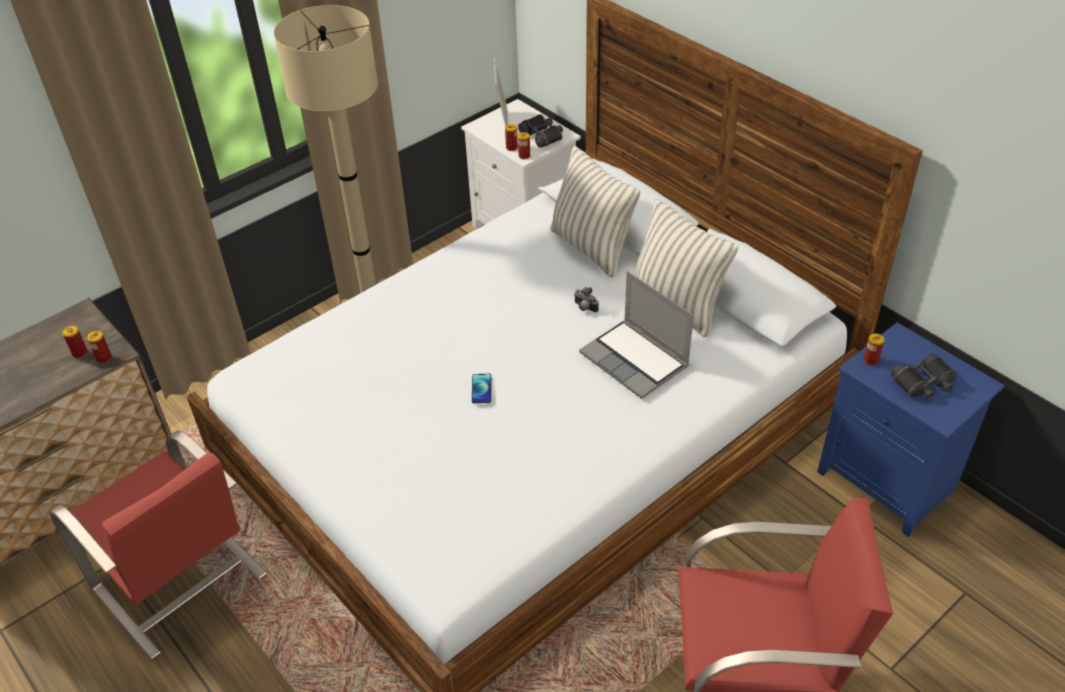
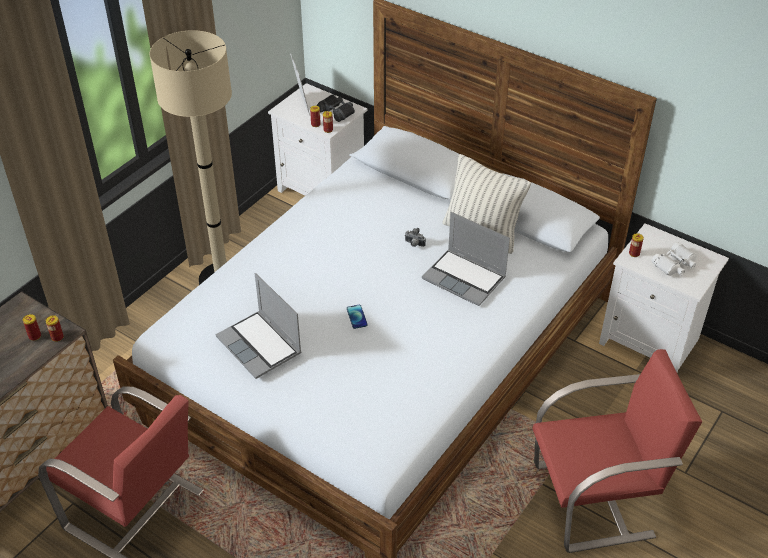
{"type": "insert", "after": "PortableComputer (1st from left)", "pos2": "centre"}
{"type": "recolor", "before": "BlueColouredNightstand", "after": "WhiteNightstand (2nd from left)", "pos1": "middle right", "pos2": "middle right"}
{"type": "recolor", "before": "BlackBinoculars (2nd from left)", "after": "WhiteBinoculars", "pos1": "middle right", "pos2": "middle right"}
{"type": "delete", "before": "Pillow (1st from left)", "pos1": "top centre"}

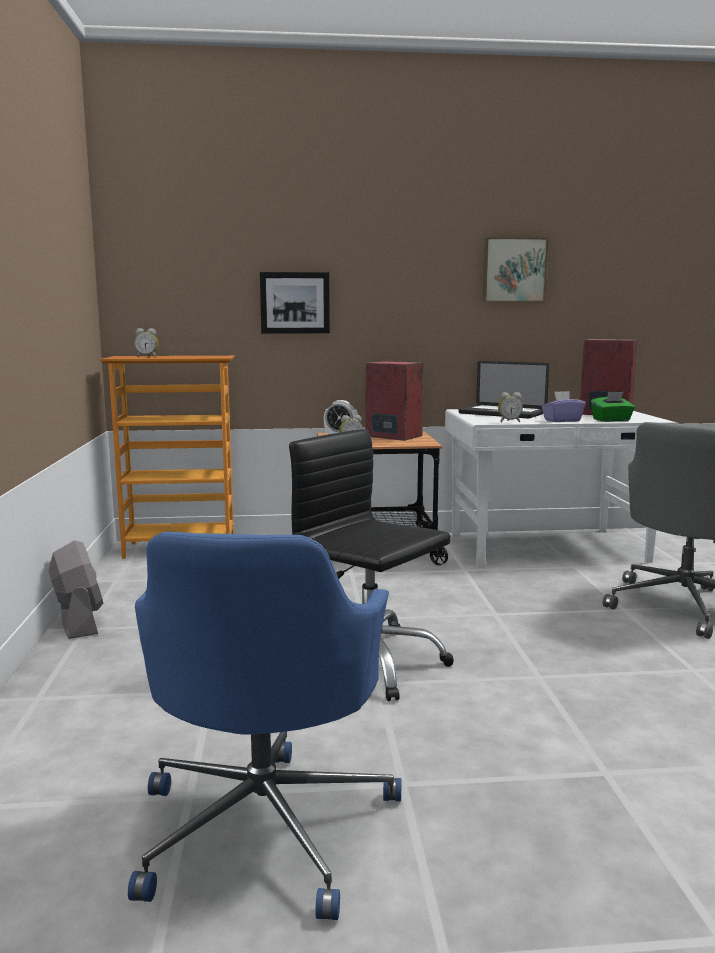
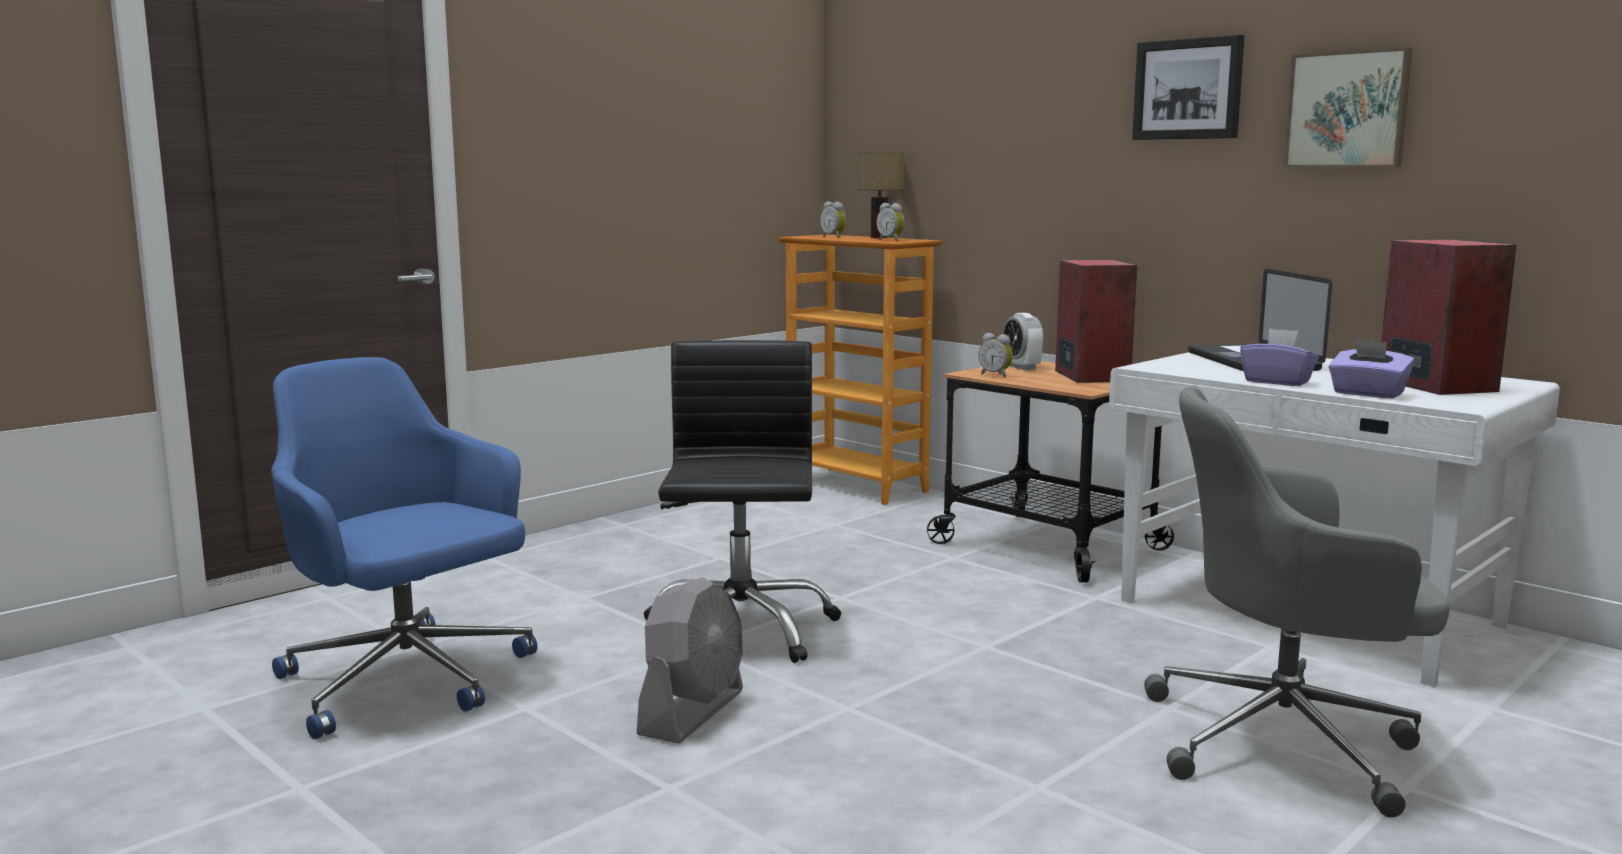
{"type": "rotate", "before": "BlueColouredDeskChair", "pos1": "bottom centre", "pos2": "middle left", "turn": 75}
{"type": "move", "before": "GreyishElectricFan", "pos1": "middle left", "pos2": "bottom centre"}
{"type": "insert", "after": "TableLamp", "pos2": "top centre"}
{"type": "move", "before": "BedsideClock (4th from left in the first image)", "after": "BedsideClock (2nd from left)", "pos1": "middle right", "pos2": "top centre"}
{"type": "move", "before": "WallArt (1st from left)", "pos1": "top centre", "pos2": "top right"}
{"type": "recolor", "before": "GreenTissueBox", "after": "PurplishTissueBox (2nd from left)", "pos1": "middle right", "pos2": "middle right"}

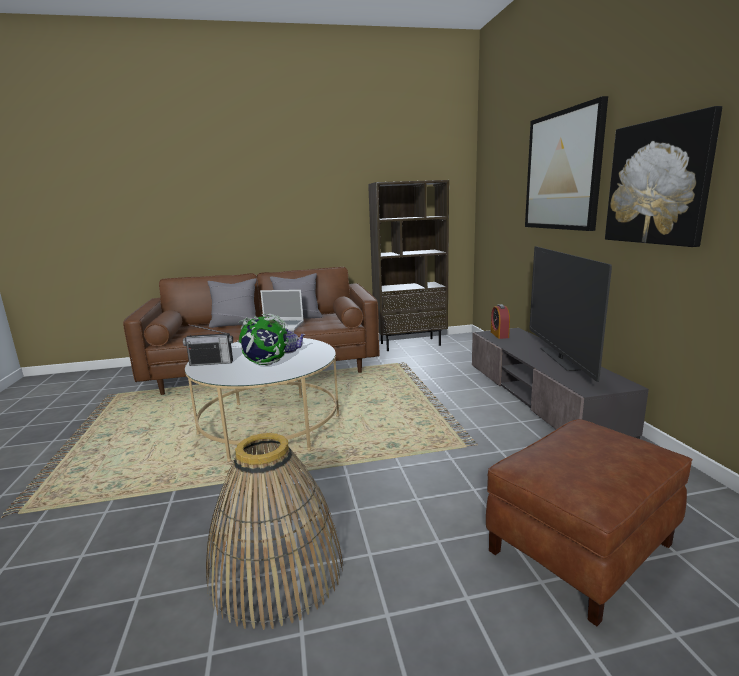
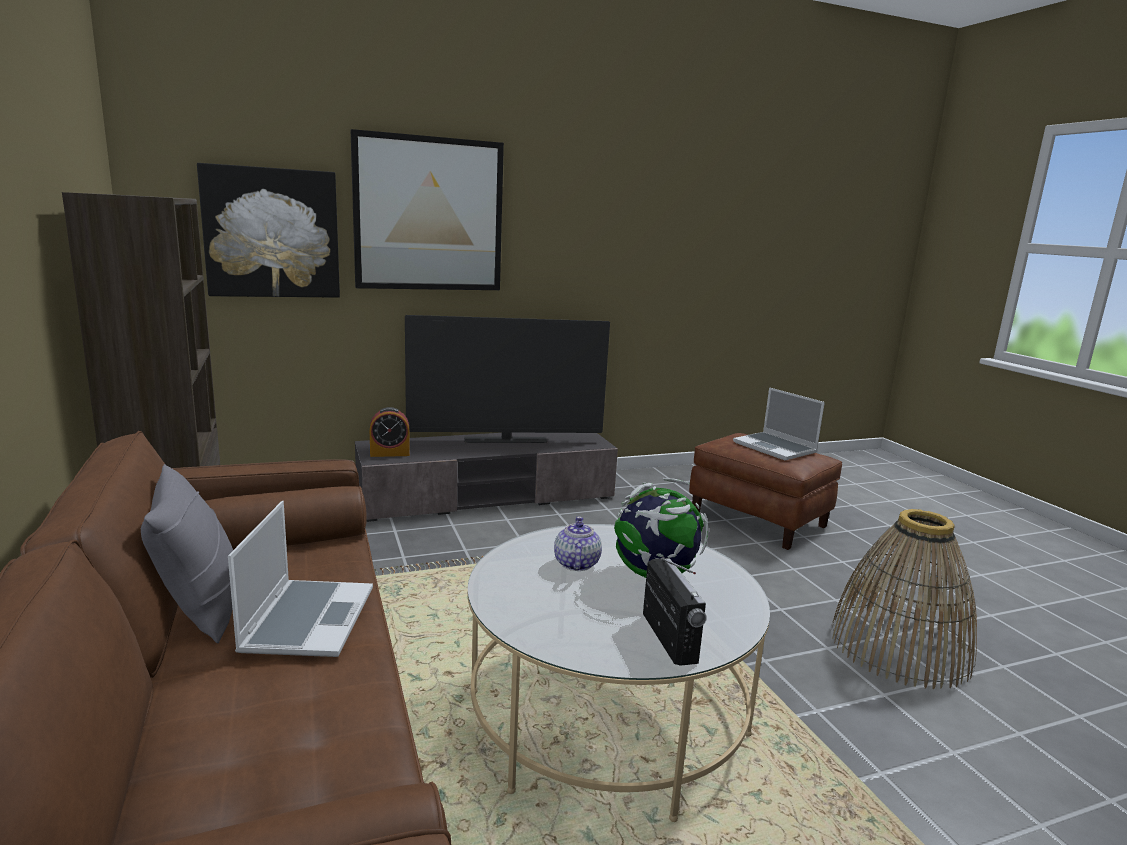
{"type": "move", "before": "WallArt (2nd from left in the first image)", "after": "WallArt (1st from left)", "pos1": "top right", "pos2": "top left"}
{"type": "insert", "after": "PortableComputer (2nd from left)", "pos2": "middle right"}
{"type": "delete", "before": "GreyishPillow (1st from left)", "pos1": "middle left"}

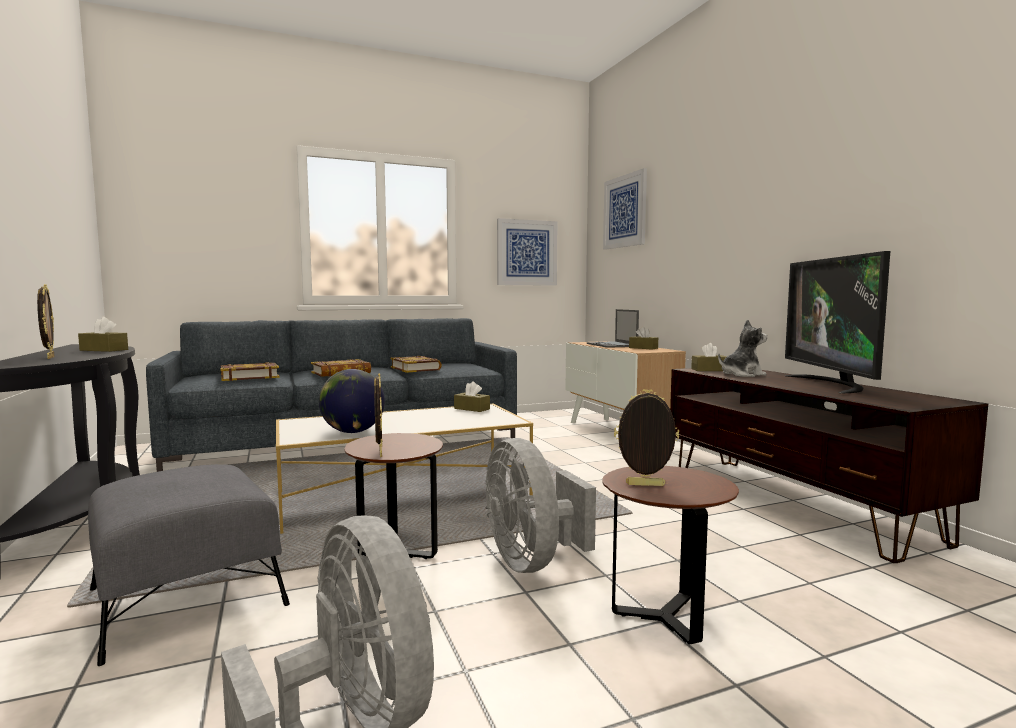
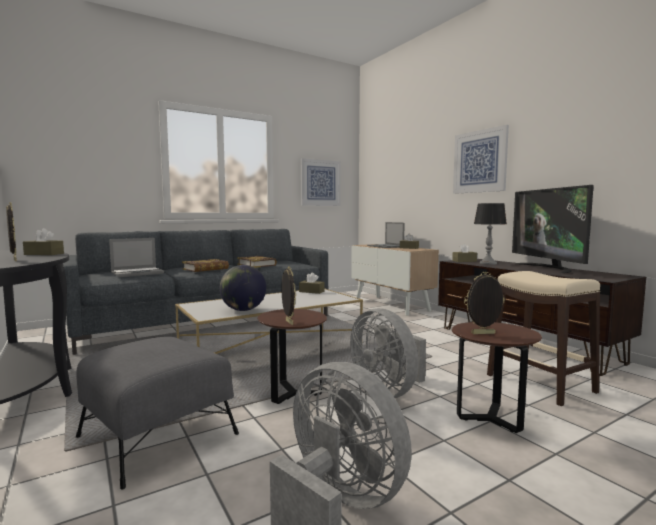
{"type": "replace", "before": "Book (1st from left)", "after": "PortableComputer (1st from left)", "pos1": "middle left", "pos2": "middle left"}
{"type": "move", "before": "WallArt (2nd from left)", "pos1": "top centre", "pos2": "top right"}
{"type": "replace", "before": "CuddlyToy", "after": "TableLamp", "pos1": "middle right", "pos2": "middle right"}
{"type": "insert", "after": "BeigeStoolSeat", "pos2": "middle right"}

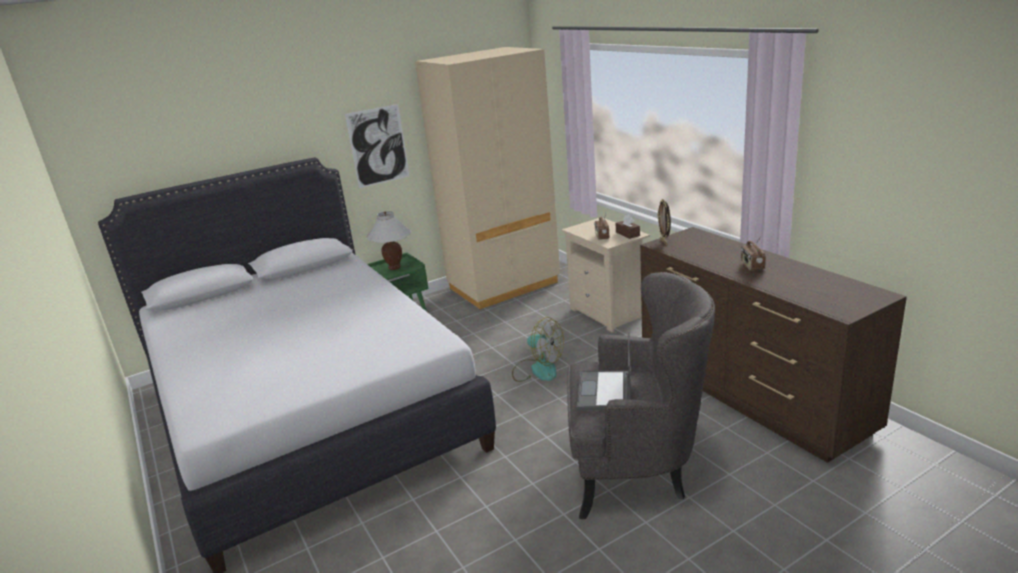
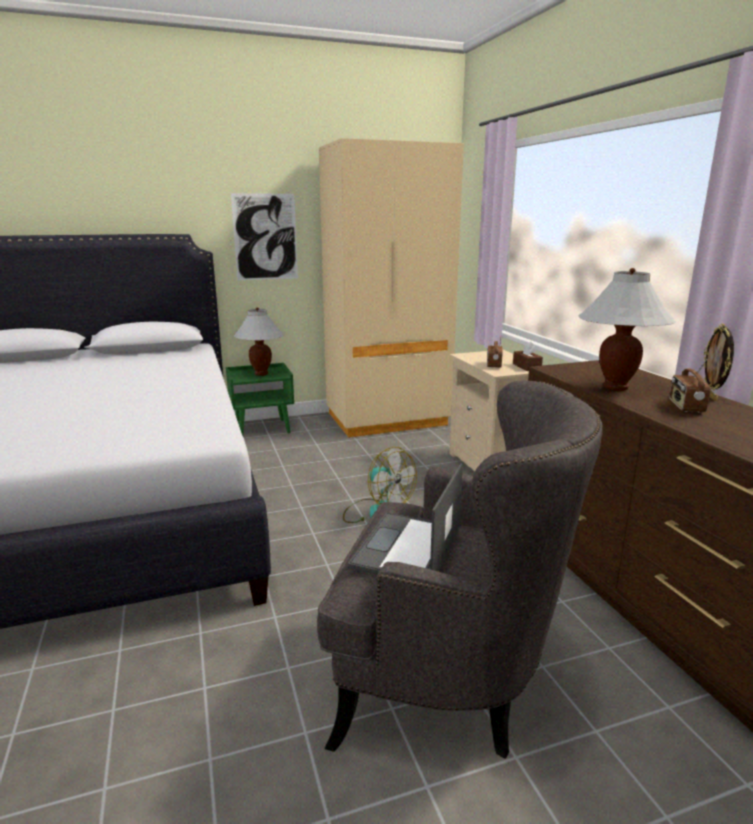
{"type": "insert", "after": "WhiteTableLamp (2nd from left)", "pos2": "middle right"}
{"type": "move", "before": "StandingFrame", "pos1": "centre", "pos2": "middle right"}

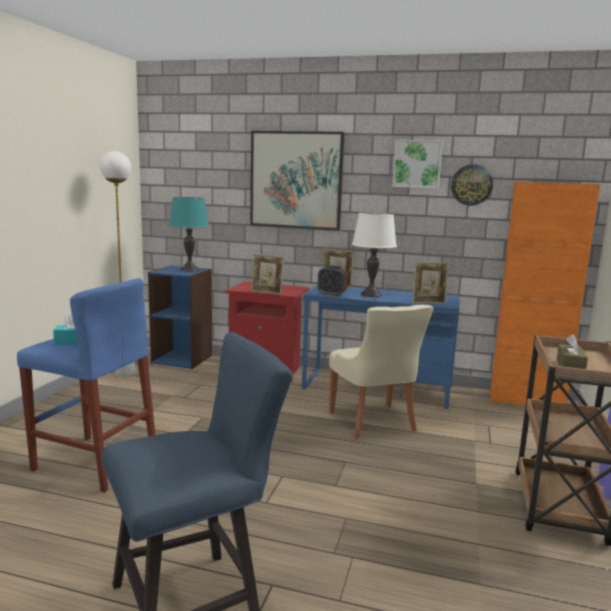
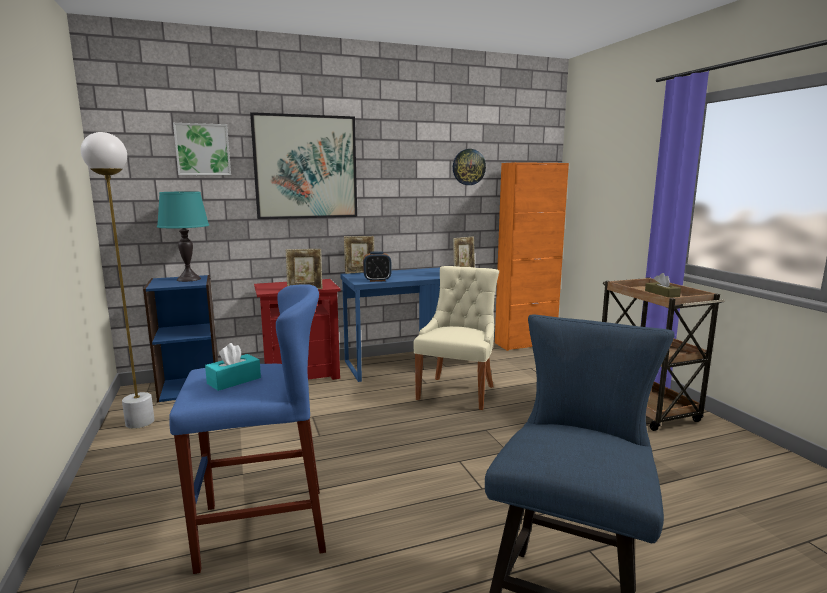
{"type": "move", "before": "WallArt (2nd from left in the first image)", "after": "WallArt (1st from left)", "pos1": "top right", "pos2": "top left"}
{"type": "rotate", "before": "BeigeChair", "pos1": "centre", "pos2": "centre", "turn": -105}
{"type": "delete", "before": "WhiteTableLamp", "pos1": "centre"}

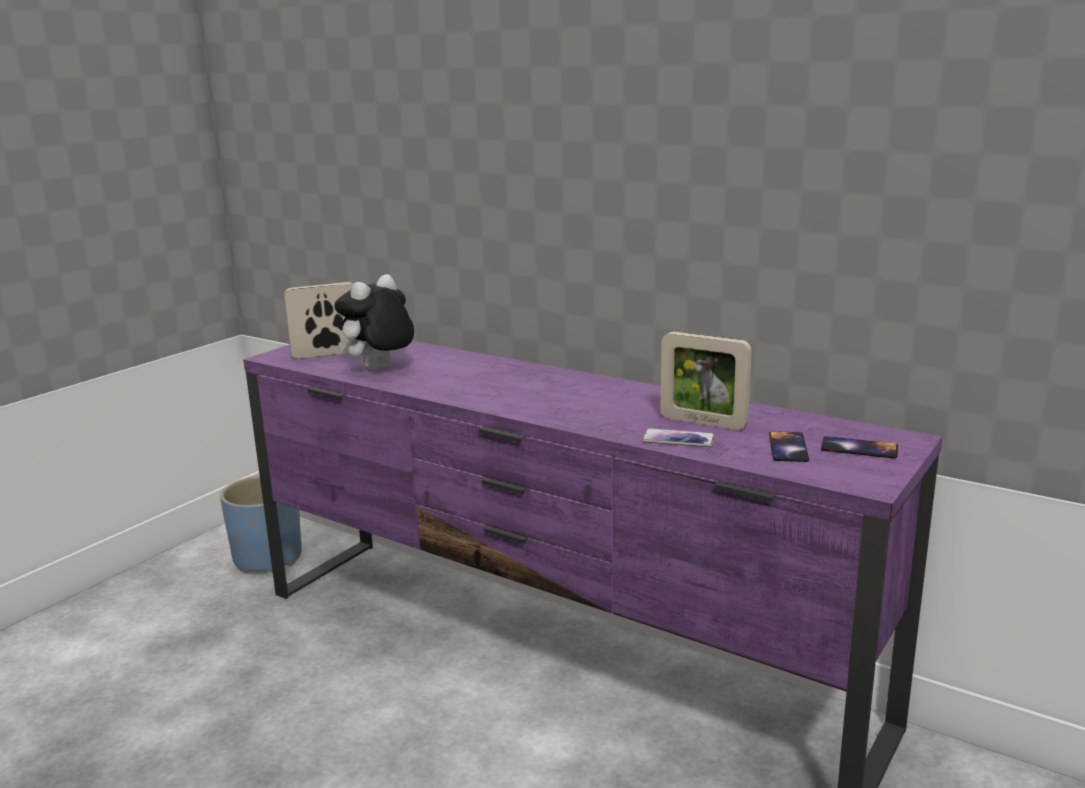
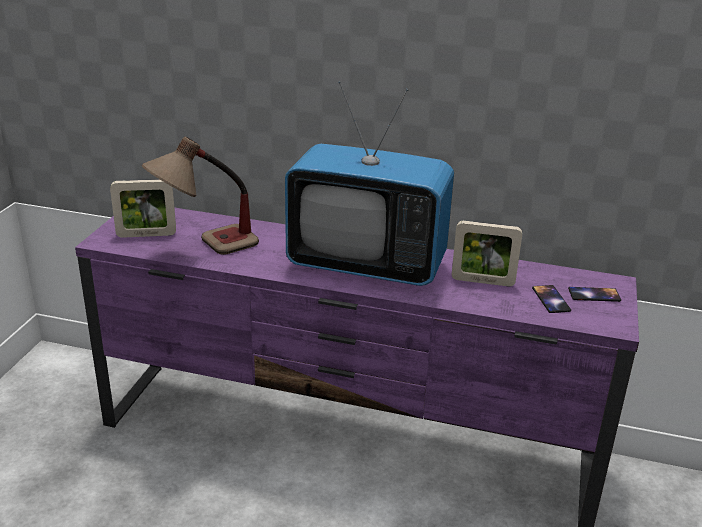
{"type": "rotate", "before": "StandingFrame (1st from left)", "pos1": "middle left", "pos2": "middle left", "turn": -150}
{"type": "replace", "before": "CuddlyToy", "after": "TableLamp", "pos1": "centre", "pos2": "middle left"}
{"type": "insert", "after": "TvSet", "pos2": "centre"}
{"type": "delete", "before": "BlueColouredFlowerPot", "pos1": "middle left"}
{"type": "delete", "before": "Telephone (1st from left)", "pos1": "centre"}

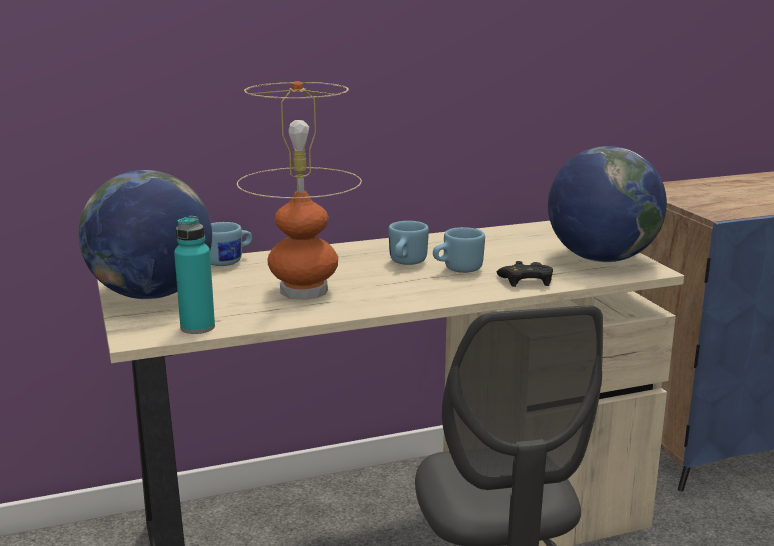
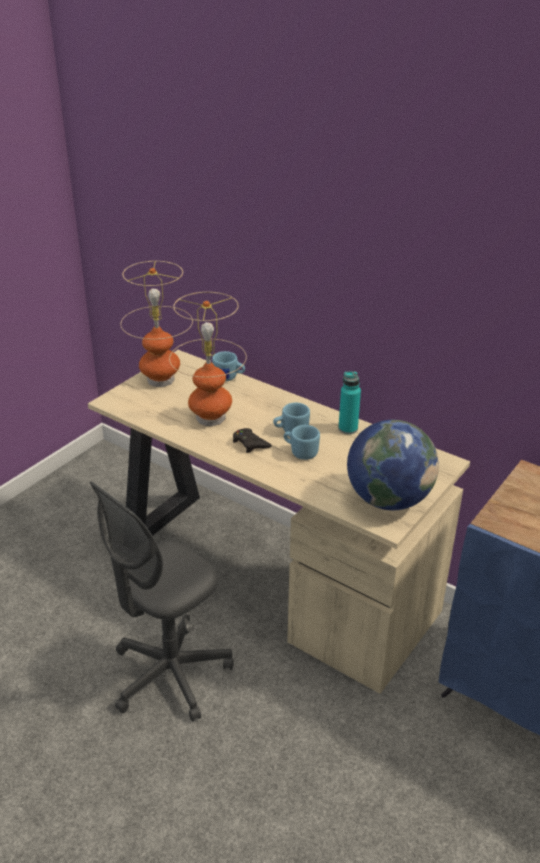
{"type": "replace", "before": "DeskGlobe (1st from left)", "after": "TableLamp (1st from left)", "pos1": "middle left", "pos2": "middle left"}
{"type": "move", "before": "BlackJoypad", "pos1": "middle right", "pos2": "centre"}
{"type": "move", "before": "BlueGreenBeverageBottle", "pos1": "middle left", "pos2": "centre"}

